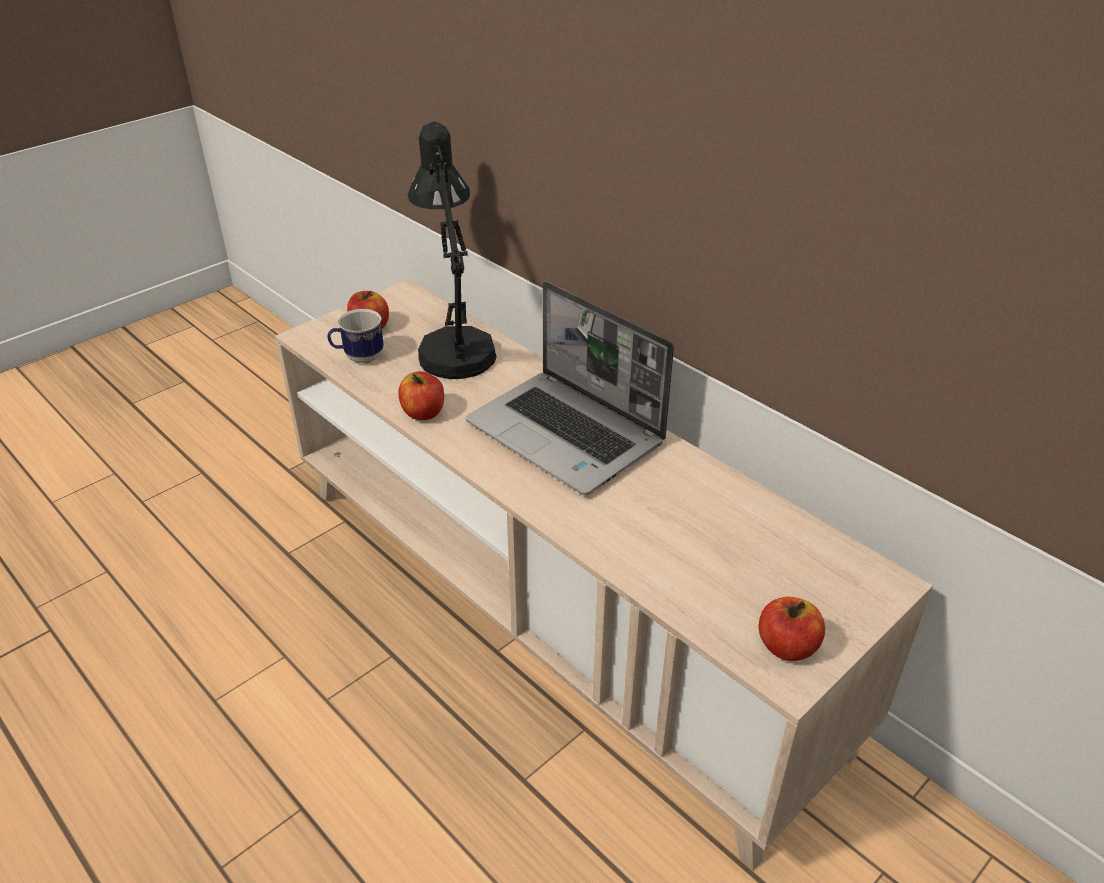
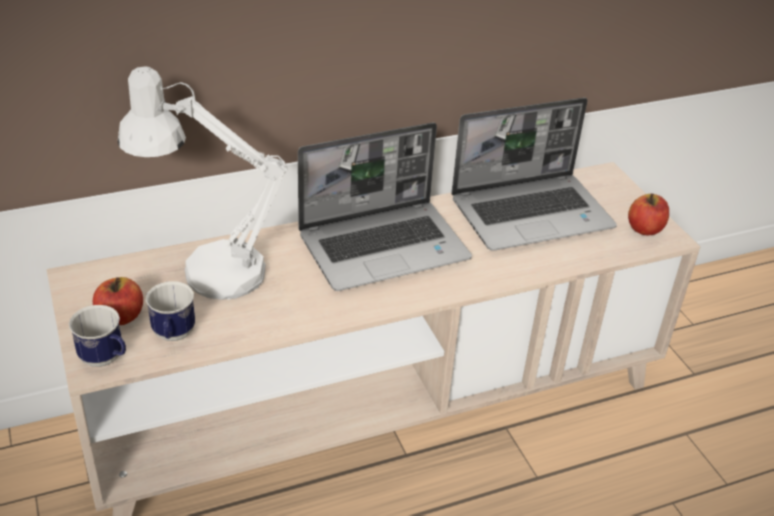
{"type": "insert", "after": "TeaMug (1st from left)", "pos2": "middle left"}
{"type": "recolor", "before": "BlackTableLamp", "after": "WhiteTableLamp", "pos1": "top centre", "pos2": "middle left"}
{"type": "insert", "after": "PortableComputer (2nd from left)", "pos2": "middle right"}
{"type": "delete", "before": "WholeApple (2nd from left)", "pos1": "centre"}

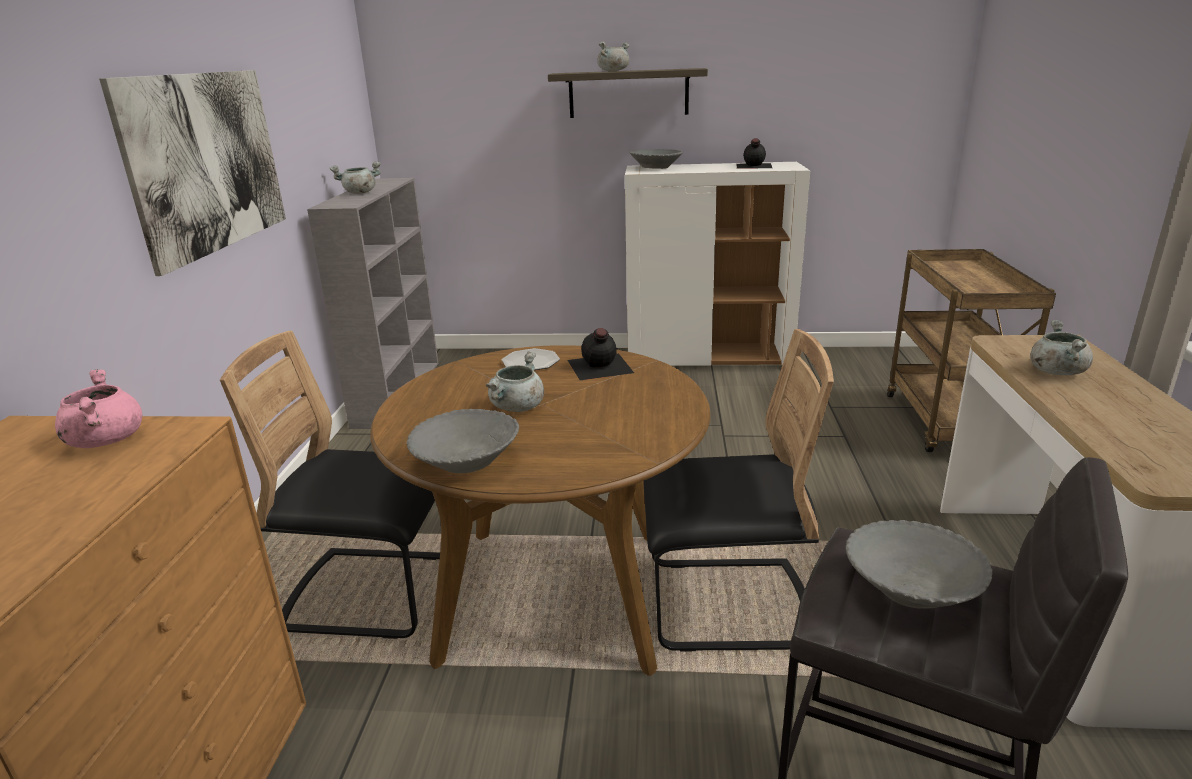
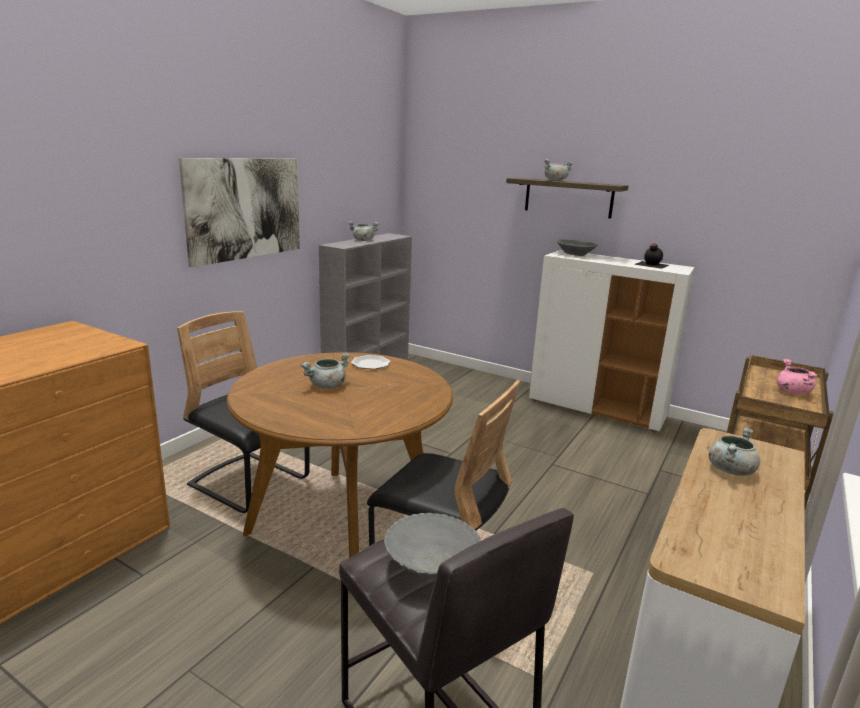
{"type": "move", "before": "PinkStockpot", "pos1": "middle left", "pos2": "middle right"}
{"type": "delete", "before": "GreyishBowl (1st from left)", "pos1": "centre"}
{"type": "delete", "before": "BlackBeverageBottle (1st from left)", "pos1": "centre"}

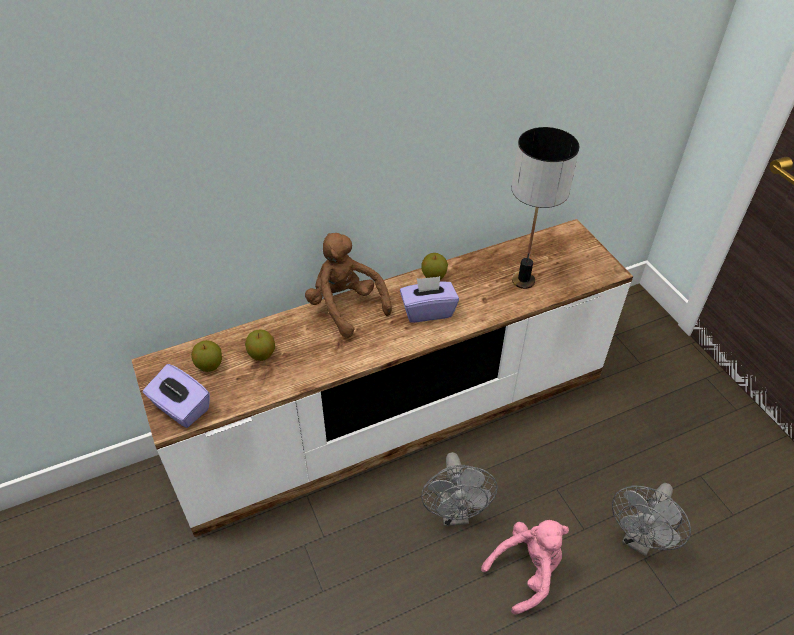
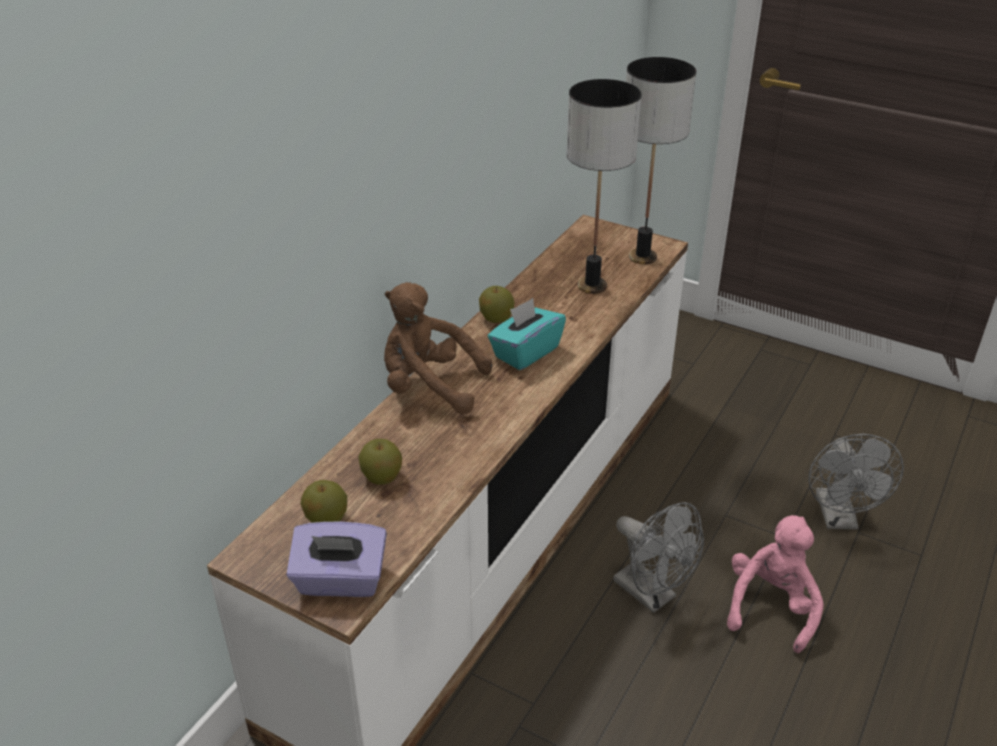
{"type": "recolor", "before": "PurplishTissueBox (2nd from left)", "after": "BlueGreenTissueBox", "pos1": "centre", "pos2": "centre"}
{"type": "insert", "after": "TableLamp (2nd from left)", "pos2": "top centre"}

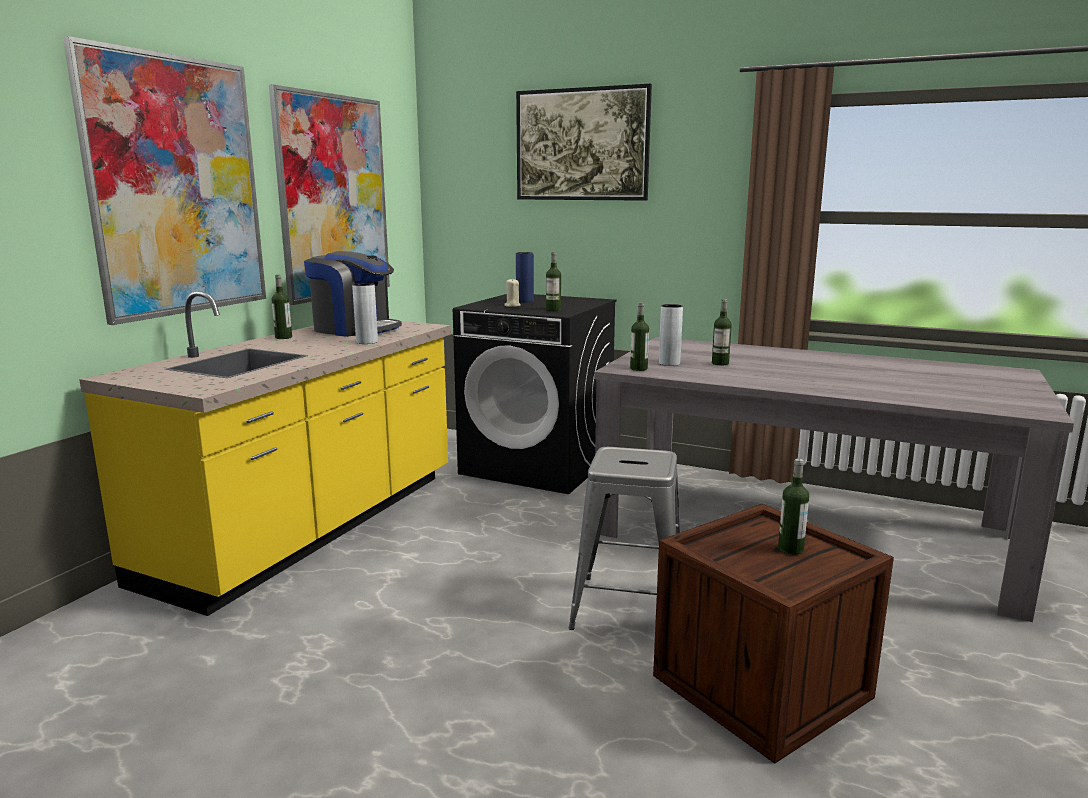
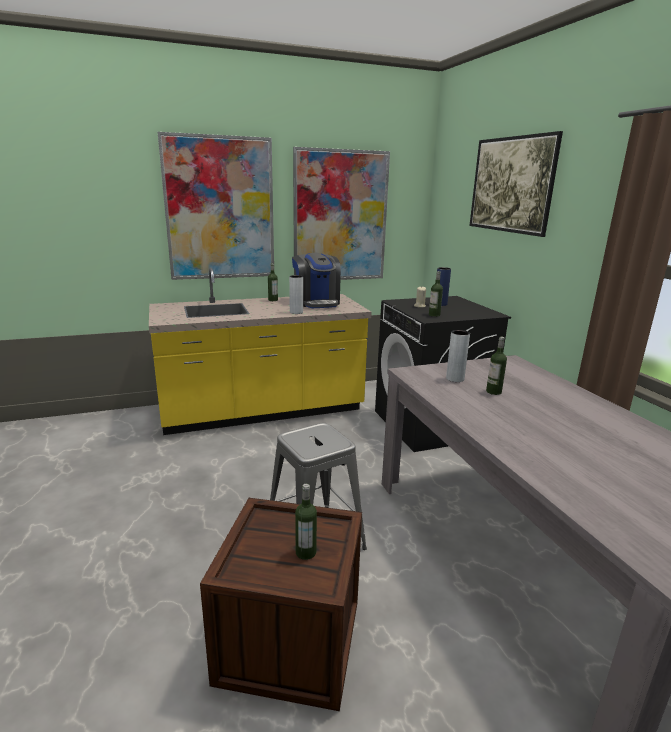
{"type": "delete", "before": "BeverageBottle (3rd from left)", "pos1": "centre"}

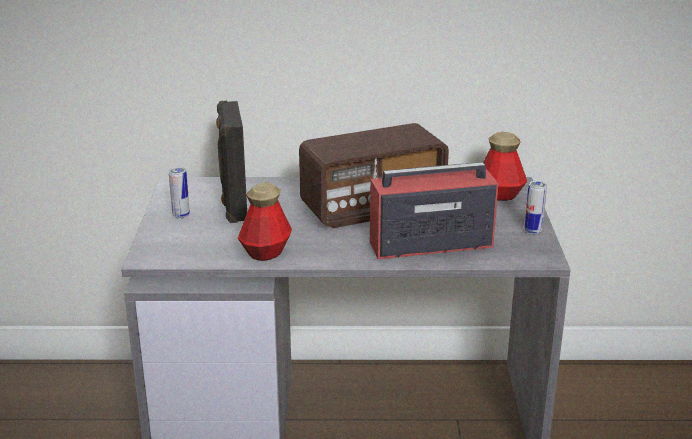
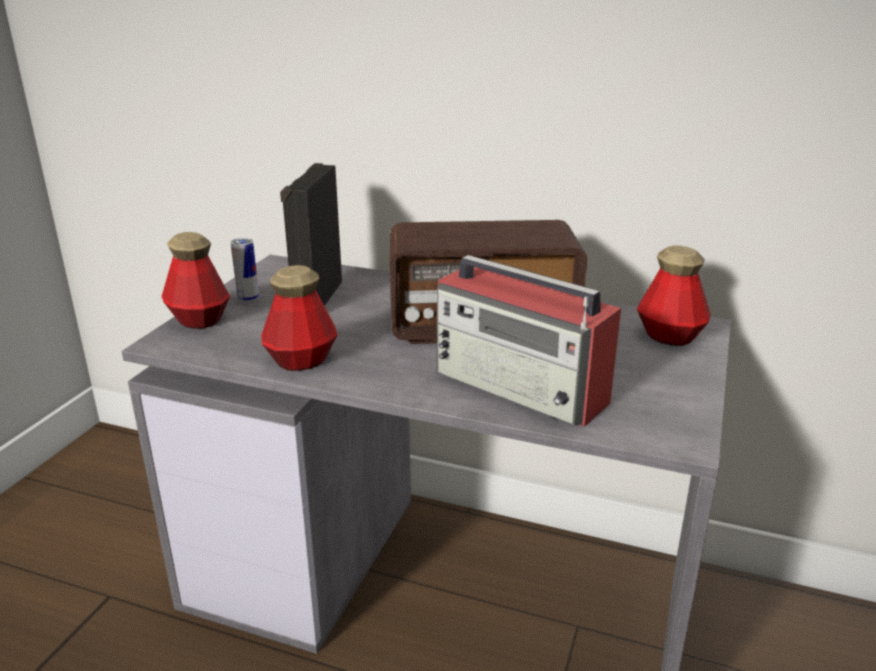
{"type": "insert", "after": "BeverageBottle (1st from left)", "pos2": "middle left"}
{"type": "rotate", "before": "RadioReceiver (2nd from left)", "pos1": "centre", "pos2": "centre", "turn": -150}
{"type": "delete", "before": "MetalCan (2nd from left)", "pos1": "middle right"}

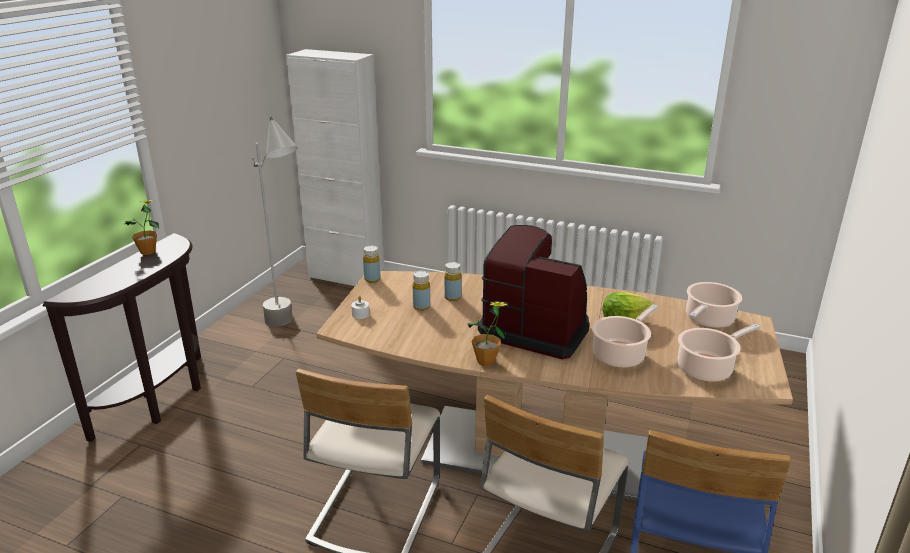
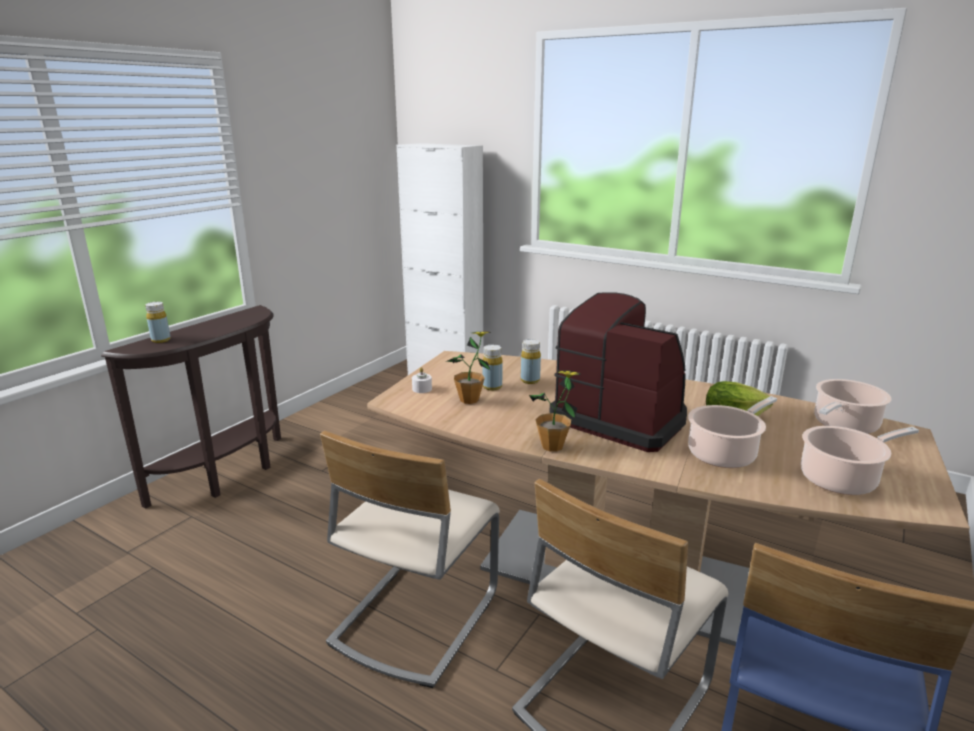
{"type": "move", "before": "YellowBeverageBottle (1st from left)", "pos1": "centre", "pos2": "middle left"}
{"type": "move", "before": "Houseplant (1st from left)", "pos1": "middle left", "pos2": "centre"}
{"type": "delete", "before": "GreyishStandardLamp", "pos1": "middle left"}

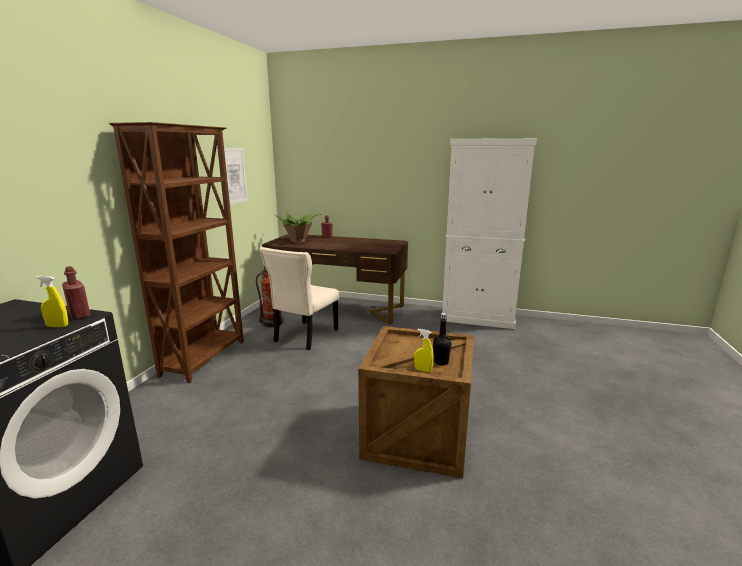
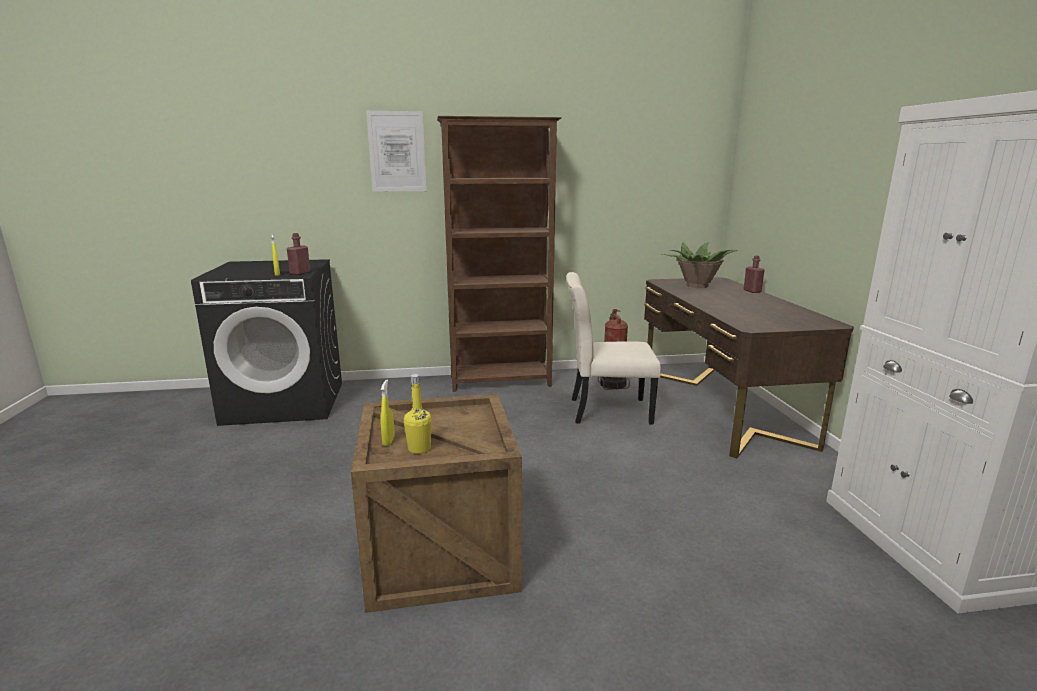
{"type": "move", "before": "WallArt", "pos1": "top left", "pos2": "top centre"}
{"type": "recolor", "before": "BlackBeverageBottle", "after": "YellowBeverageBottle", "pos1": "centre", "pos2": "centre"}

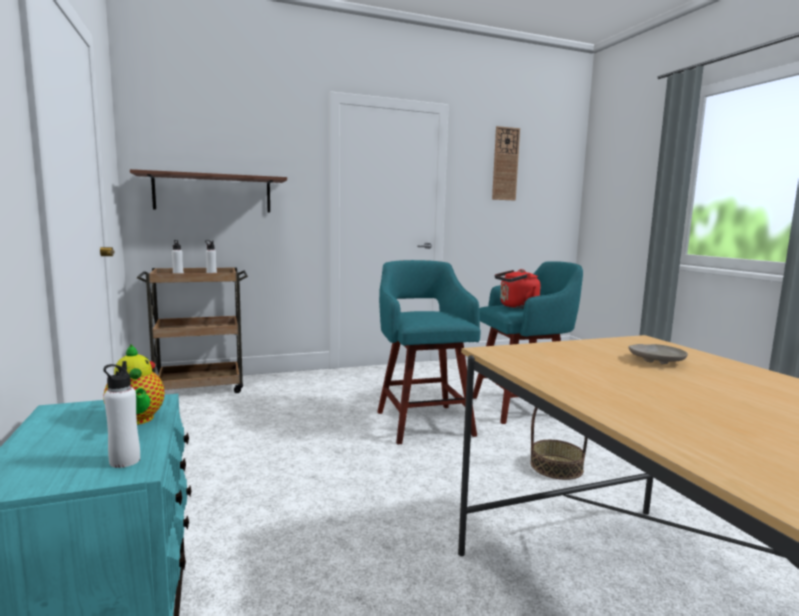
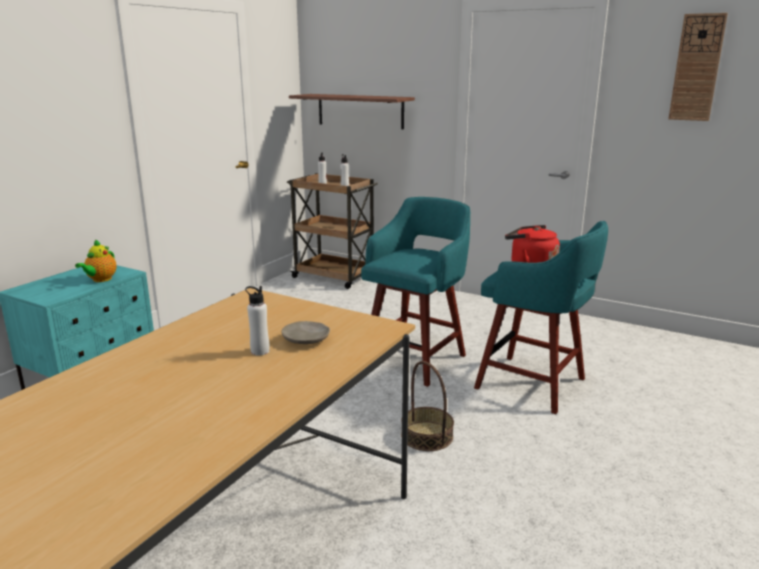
{"type": "move", "before": "WhiteBeverageBottle (1st from left)", "pos1": "bottom left", "pos2": "centre"}

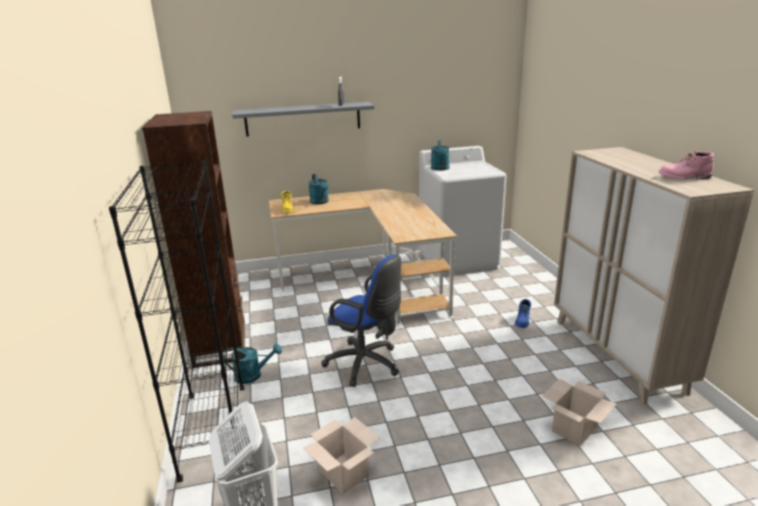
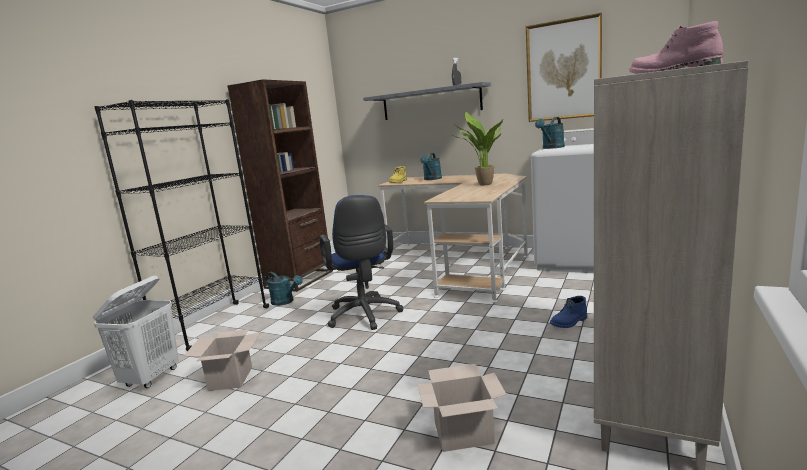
{"type": "insert", "after": "Houseplant", "pos2": "top centre"}
{"type": "insert", "after": "WallArt", "pos2": "top right"}

